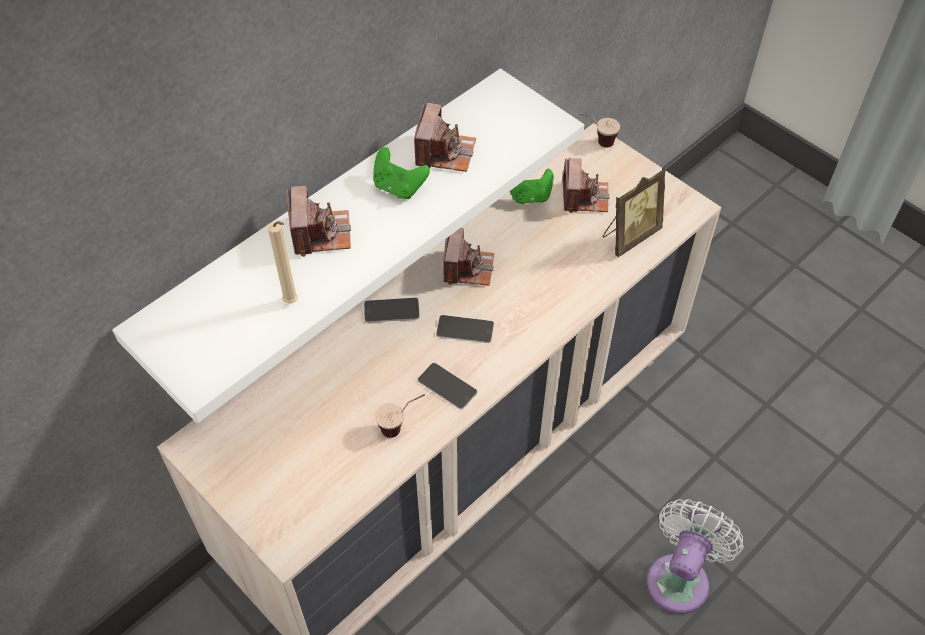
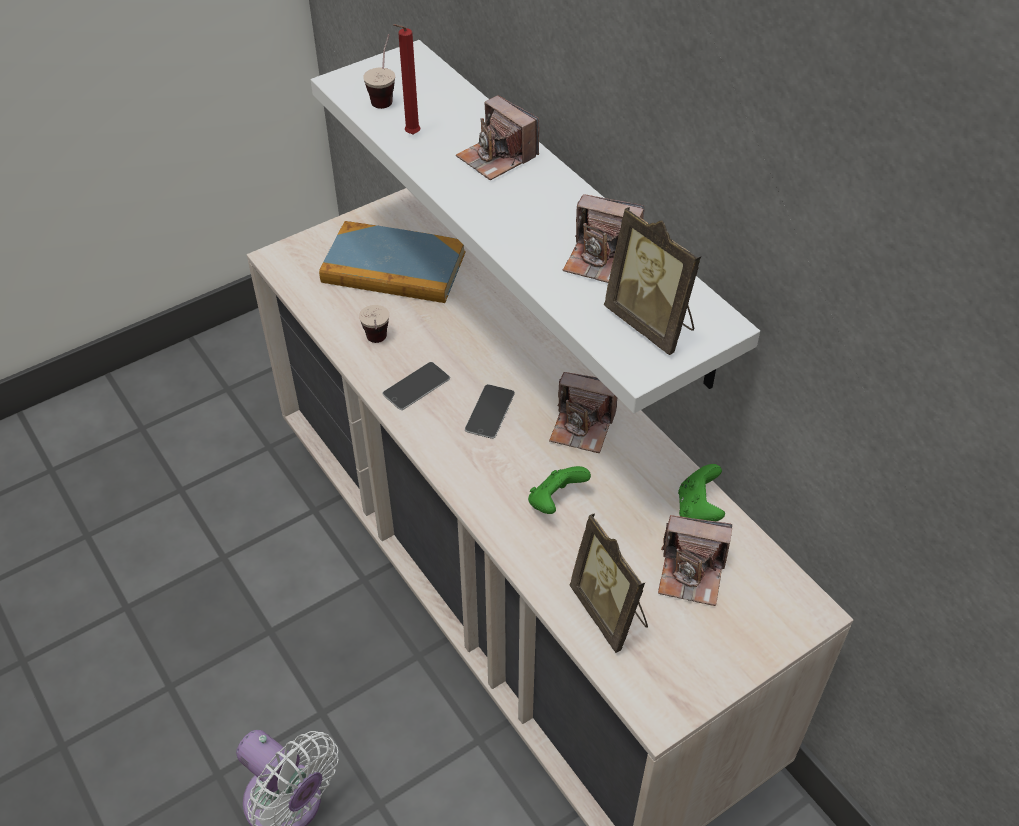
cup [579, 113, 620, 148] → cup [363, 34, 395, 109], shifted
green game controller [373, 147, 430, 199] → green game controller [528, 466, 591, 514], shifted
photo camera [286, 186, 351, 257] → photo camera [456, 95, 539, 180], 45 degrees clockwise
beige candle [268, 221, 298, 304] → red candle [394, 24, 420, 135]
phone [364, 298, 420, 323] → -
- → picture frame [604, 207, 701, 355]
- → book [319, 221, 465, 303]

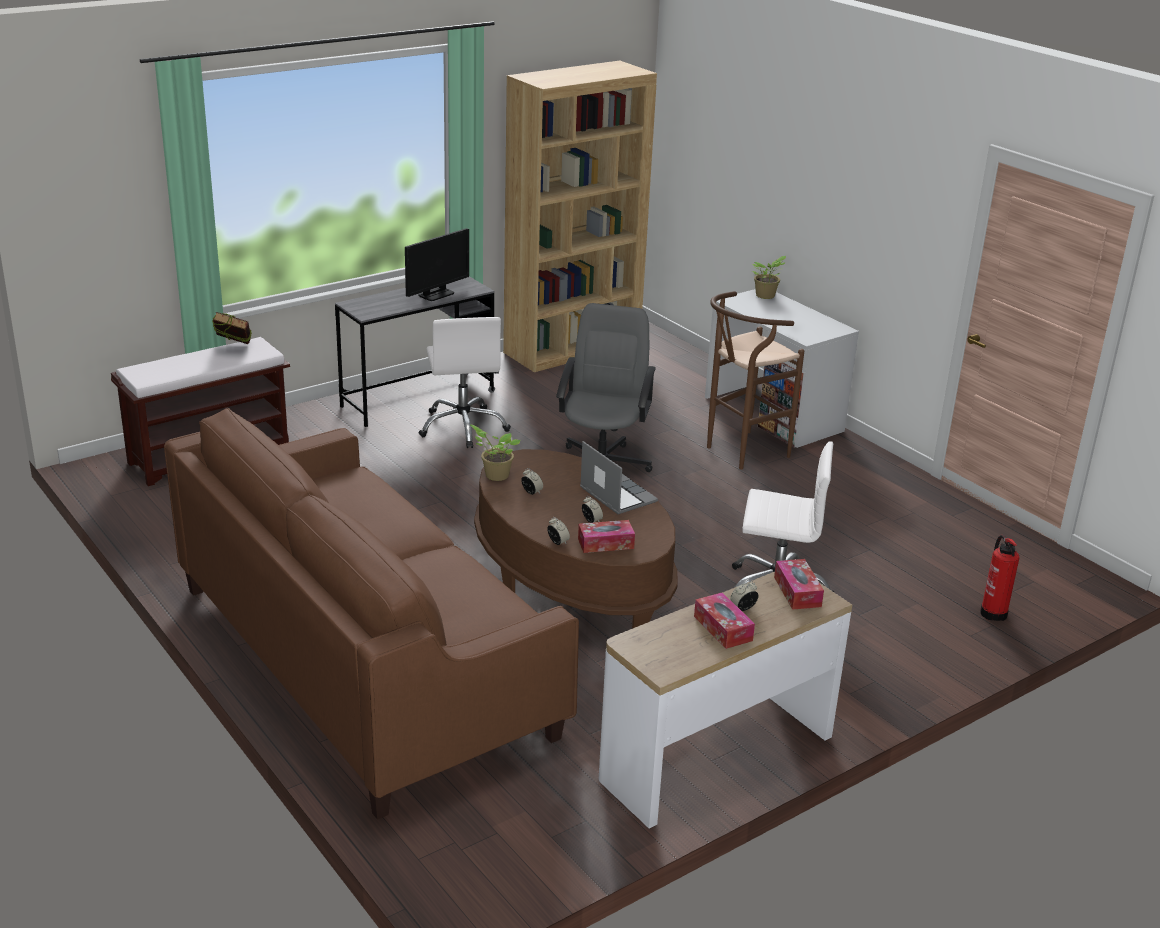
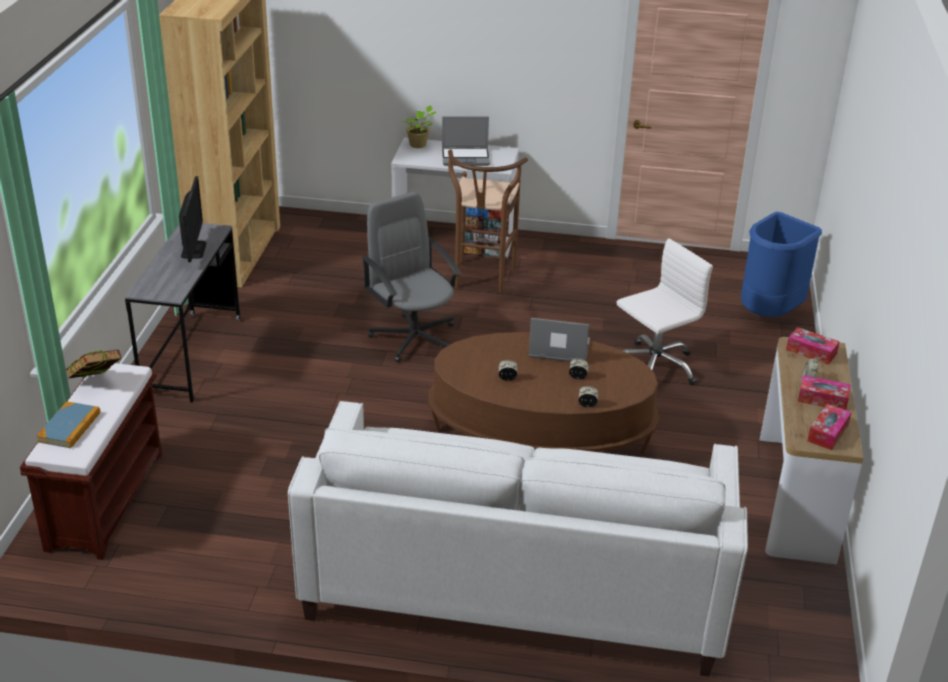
white office chair [419, 317, 511, 448] → -
brown sofa [164, 408, 579, 820] → white sofa [288, 401, 748, 677]
potted plant [470, 425, 521, 481] → -
tissue box [578, 520, 635, 553] → tissue box [807, 404, 852, 450], shifted
fire extinguisher [980, 535, 1020, 621] → blue trash can [741, 212, 822, 317]
- → laptop [442, 117, 490, 166]
- → book [36, 402, 100, 448]

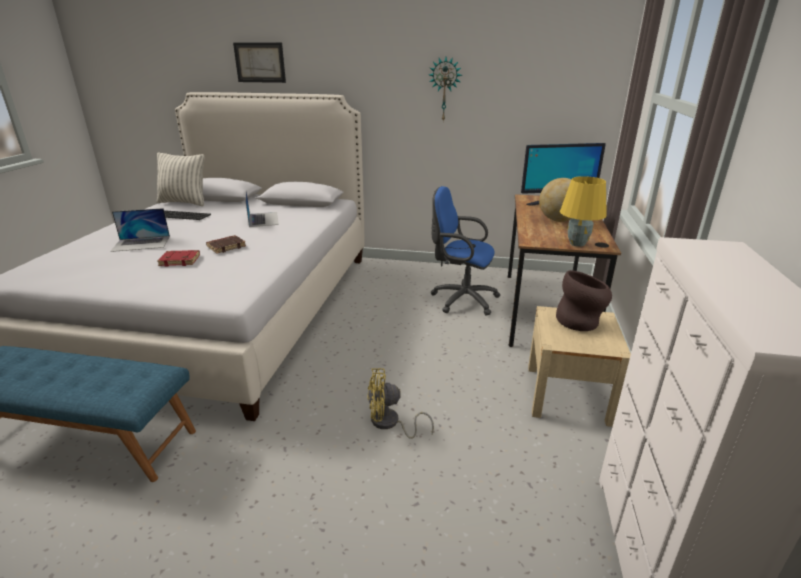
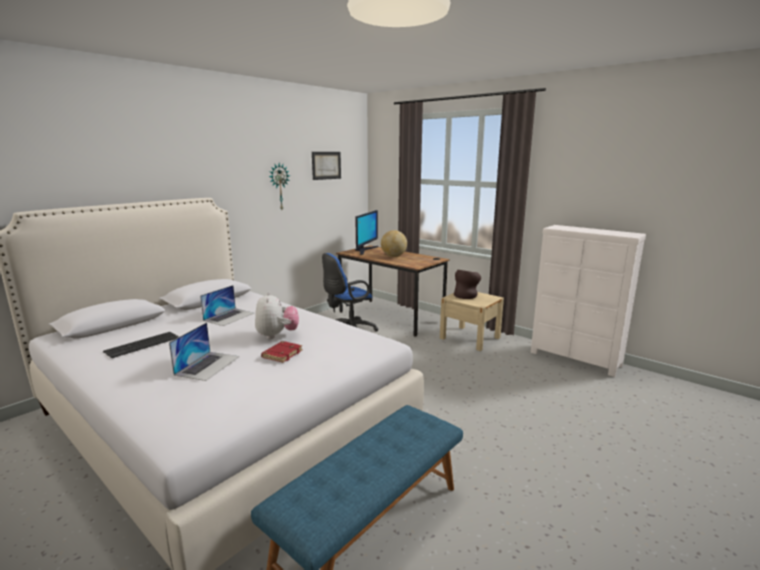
picture [233, 43, 286, 83] → picture [312, 152, 341, 180], shifted
pillow [157, 152, 205, 206] → -
yellow table lamp [560, 176, 607, 247] → -
laptop [245, 191, 279, 227] → laptop [200, 285, 254, 326], 105 degrees clockwise
brown book [206, 235, 246, 254] → plush toy [255, 292, 299, 339]
yellow fan [367, 368, 434, 439] → -

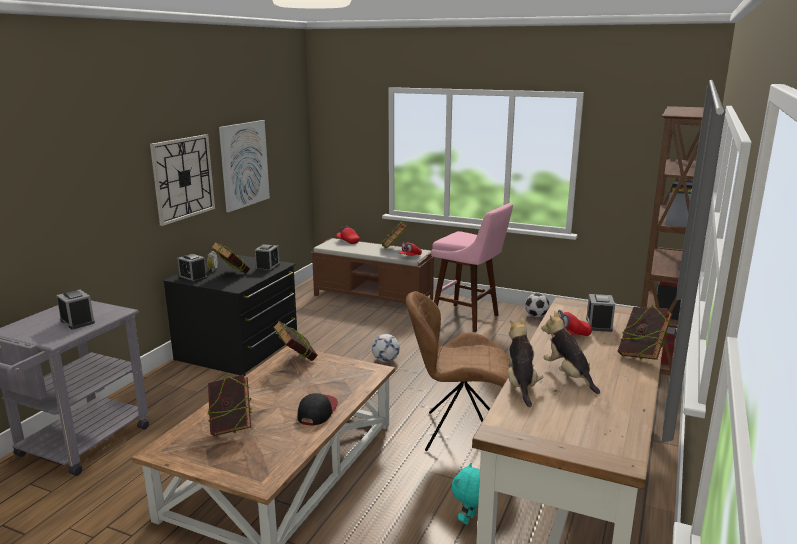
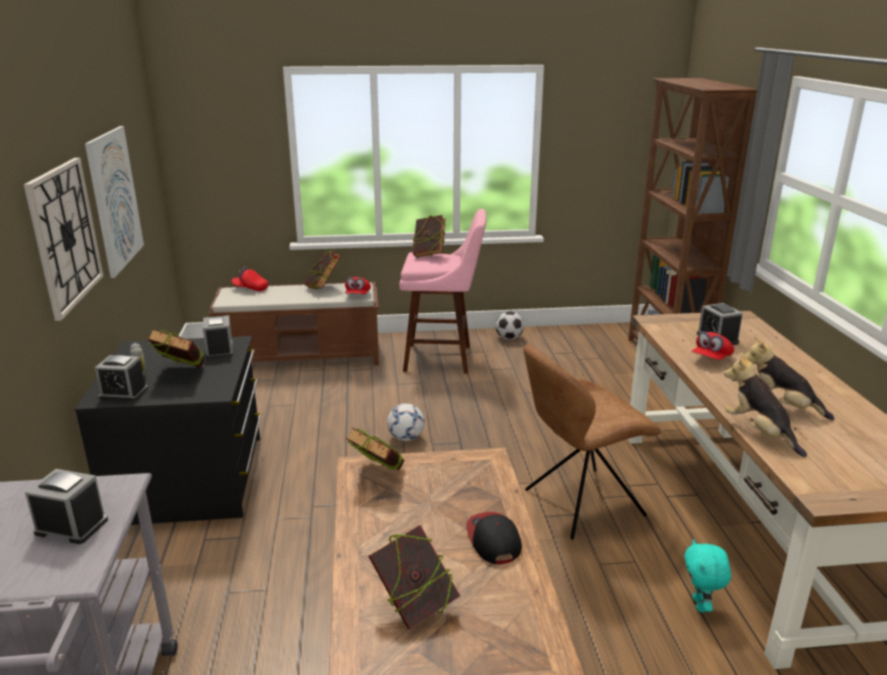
book [618, 305, 673, 360] → book [413, 215, 446, 257], shifted

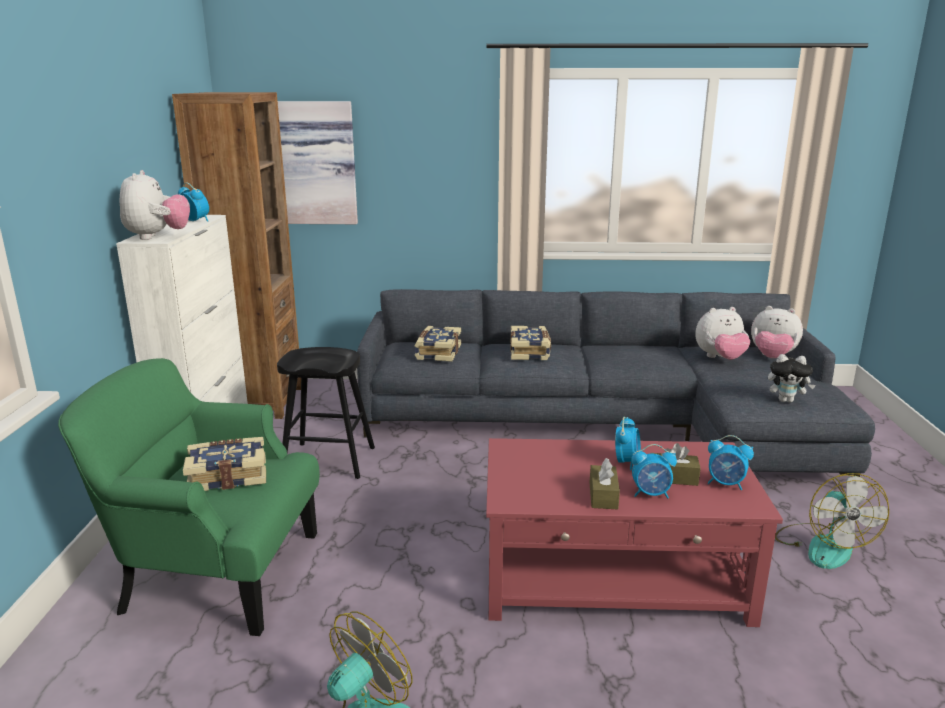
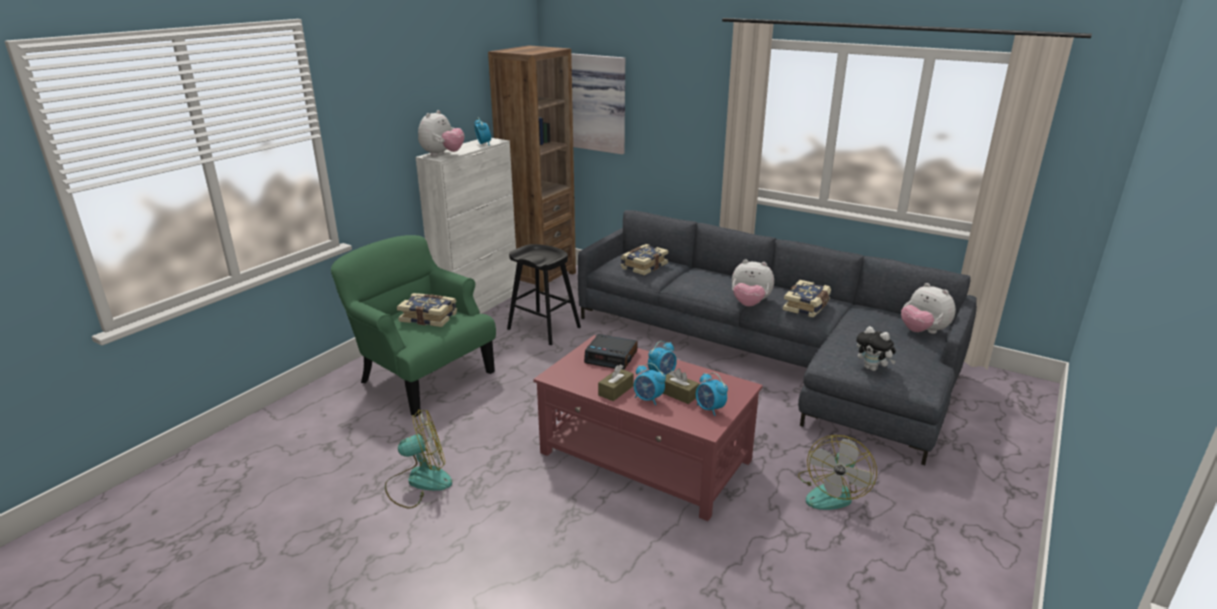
plush toy [695, 307, 750, 360] → plush toy [732, 260, 774, 306], shifted
book [511, 326, 551, 360] → book [783, 280, 831, 317], shifted
- → alarm clock [584, 334, 638, 370]

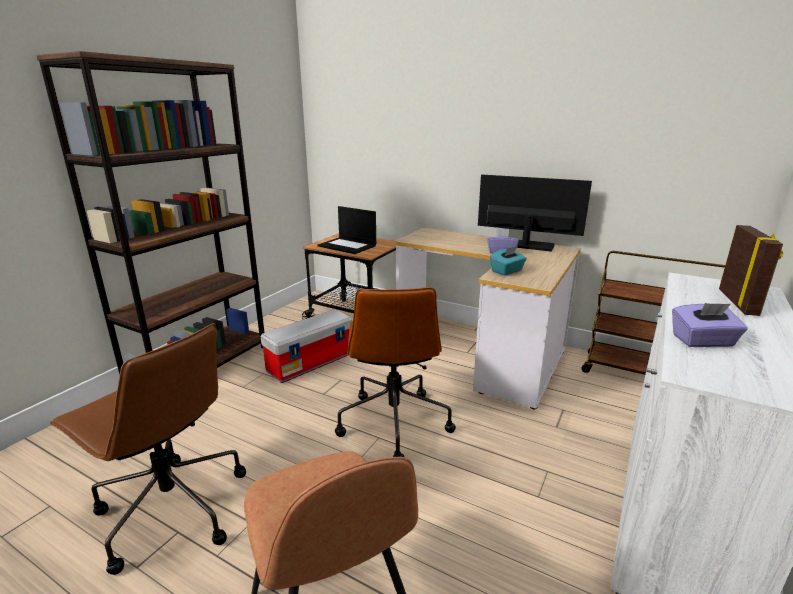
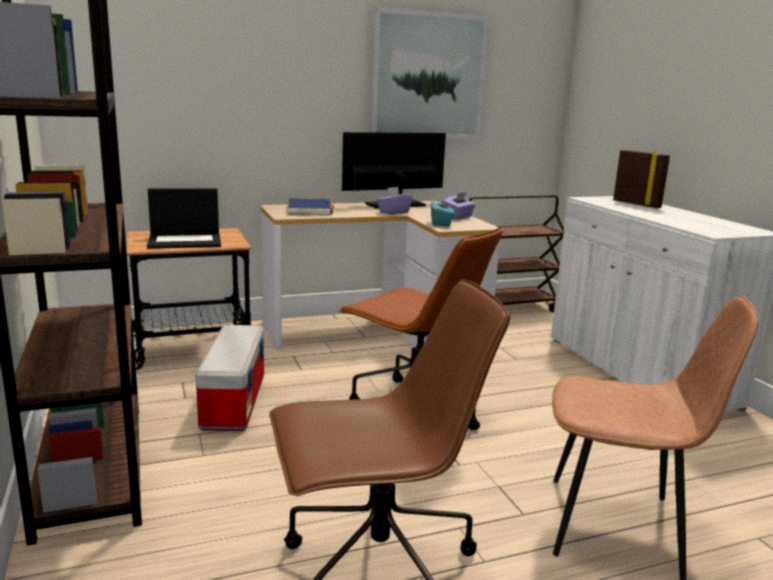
purple tissue box [672, 303, 748, 347] → purple tissue box [442, 192, 476, 219], shifted
- → picture [370, 7, 489, 140]
- → blue book [288, 198, 334, 215]

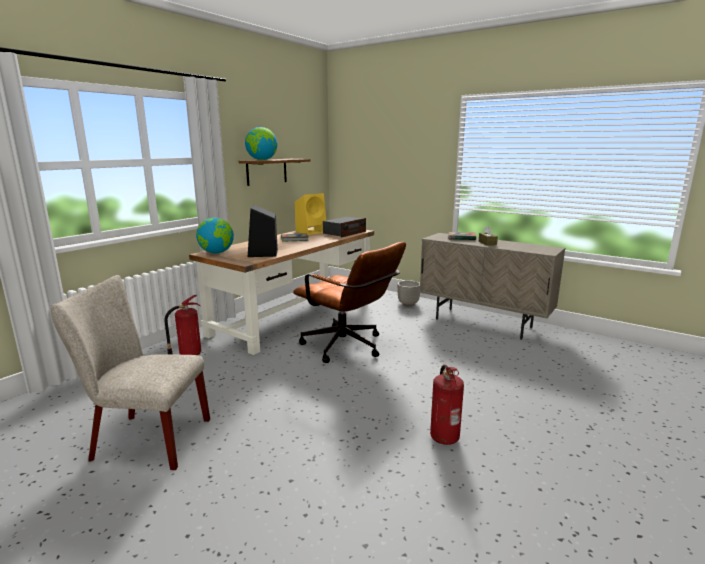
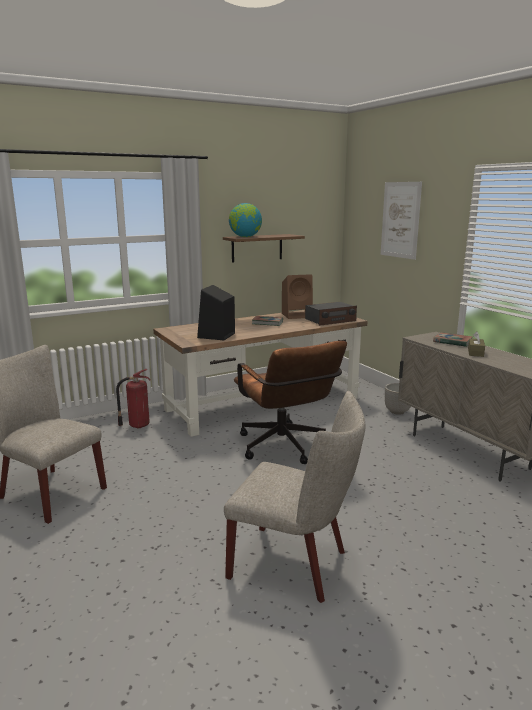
yellow speaker [295, 193, 326, 235] → brown speaker [282, 274, 313, 319]
globe [196, 217, 234, 254] → -
fire extinguisher [430, 365, 464, 445] → beige chair [224, 391, 365, 603]
- → picture [381, 182, 422, 260]

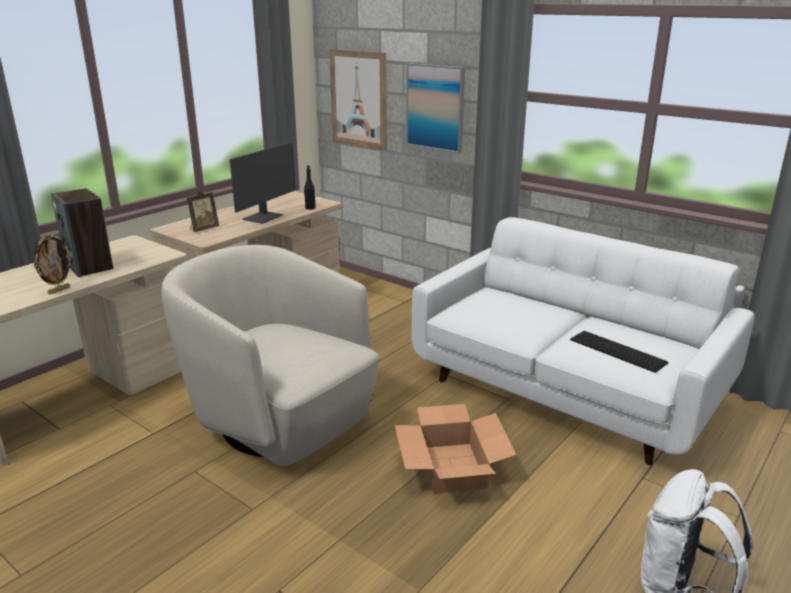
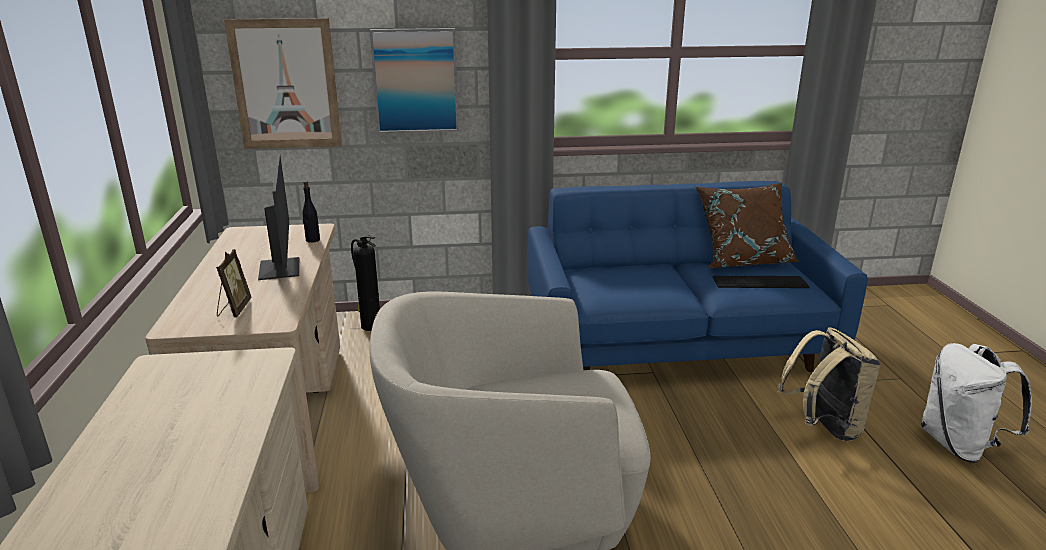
speaker [51, 188, 113, 277] → -
white sofa [412, 217, 754, 466] → blue sofa [528, 181, 868, 372]
picture frame [34, 234, 72, 294] → -
cardboard box [394, 404, 516, 494] → -
- → brown pillow [695, 183, 800, 268]
- → fire extinguisher [351, 236, 380, 331]
- → beige backpack [777, 327, 880, 441]

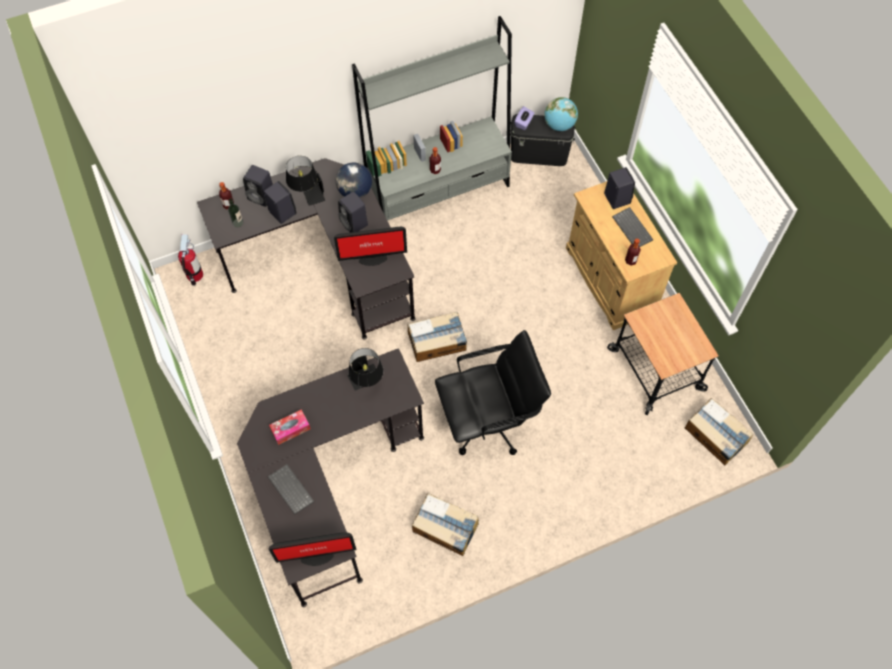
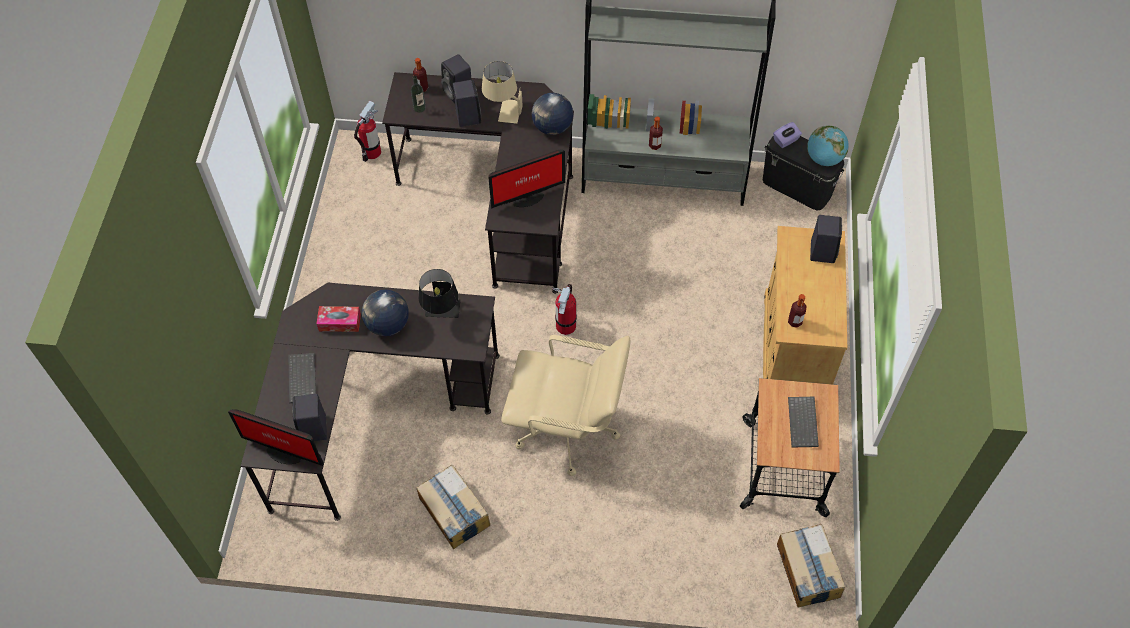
black table lamp [286, 156, 325, 206] → beige table lamp [482, 61, 523, 124]
black speaker [338, 191, 368, 232] → black speaker [292, 394, 327, 441], shifted
keyboard [612, 207, 653, 247] → keyboard [788, 397, 819, 447], shifted
monitor [334, 226, 407, 266] → monitor [488, 149, 565, 209], 45 degrees counterclockwise
cardboard box [408, 312, 467, 362] → fire extinguisher [552, 284, 577, 335]
black office chair [435, 330, 551, 455] → beige office chair [501, 335, 630, 476]
- → globe [362, 290, 409, 336]

